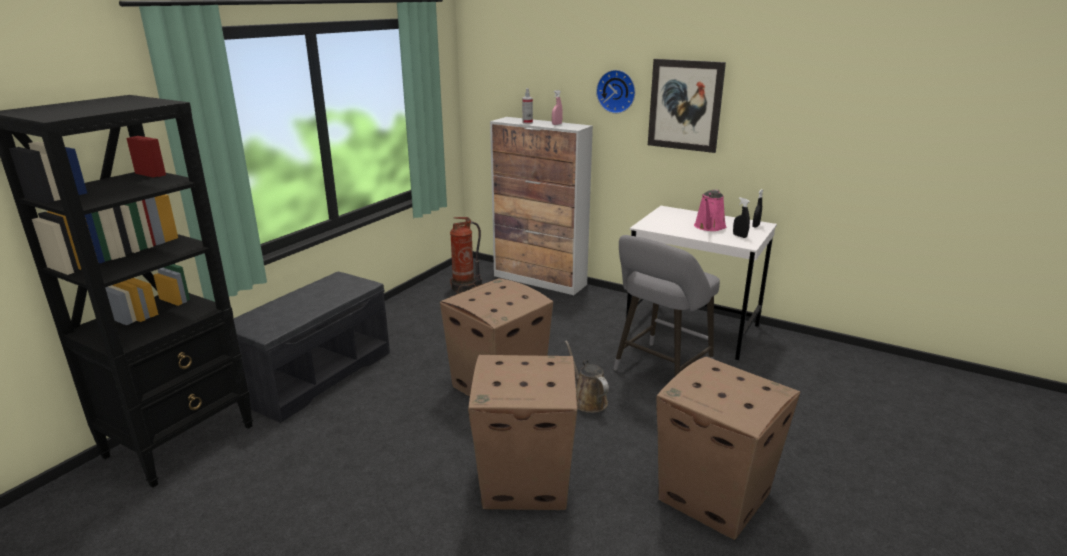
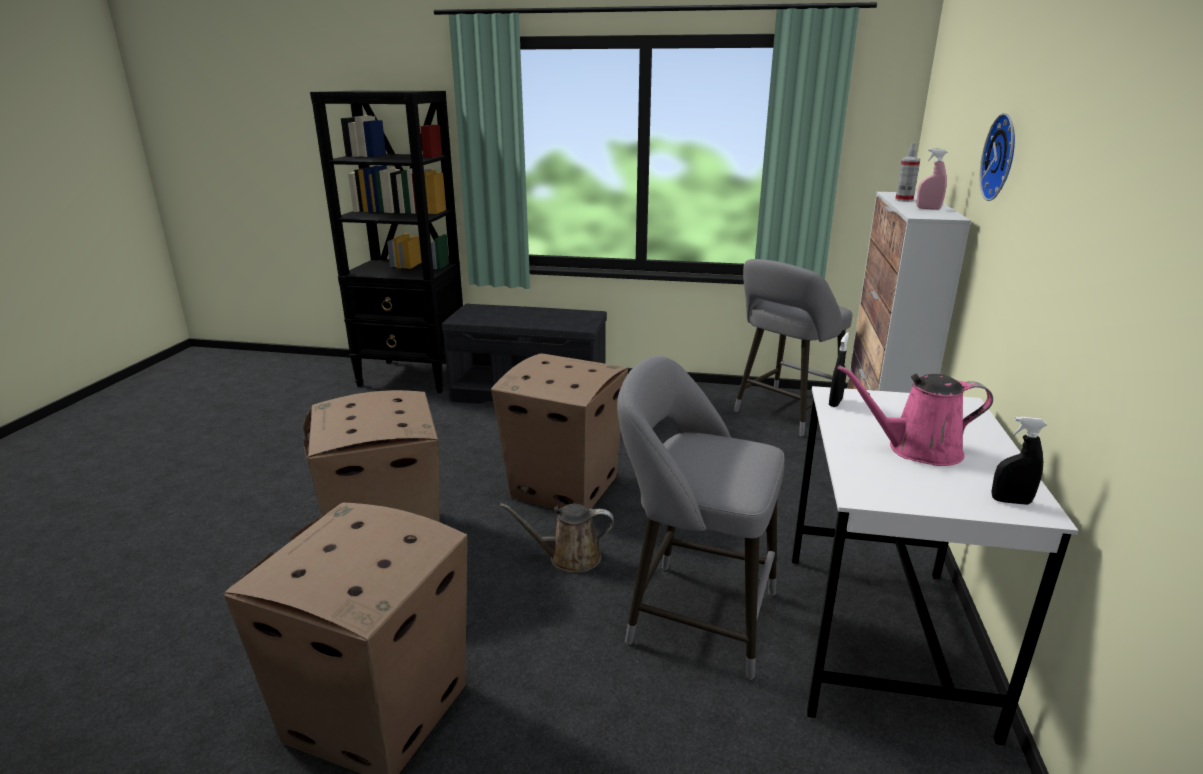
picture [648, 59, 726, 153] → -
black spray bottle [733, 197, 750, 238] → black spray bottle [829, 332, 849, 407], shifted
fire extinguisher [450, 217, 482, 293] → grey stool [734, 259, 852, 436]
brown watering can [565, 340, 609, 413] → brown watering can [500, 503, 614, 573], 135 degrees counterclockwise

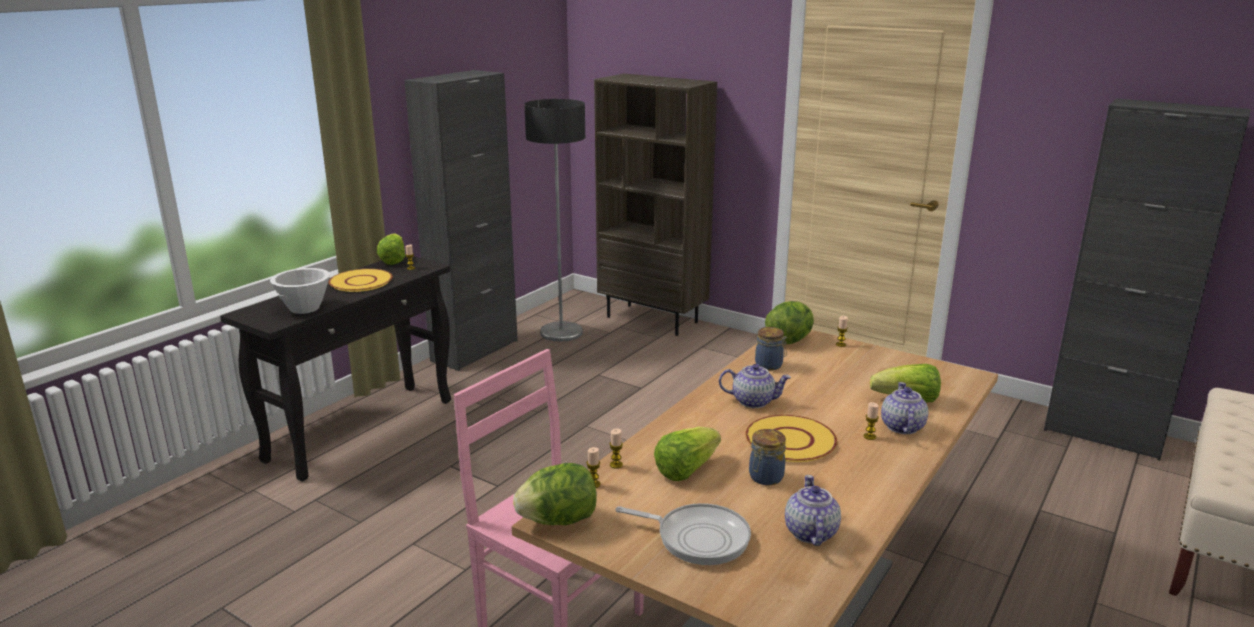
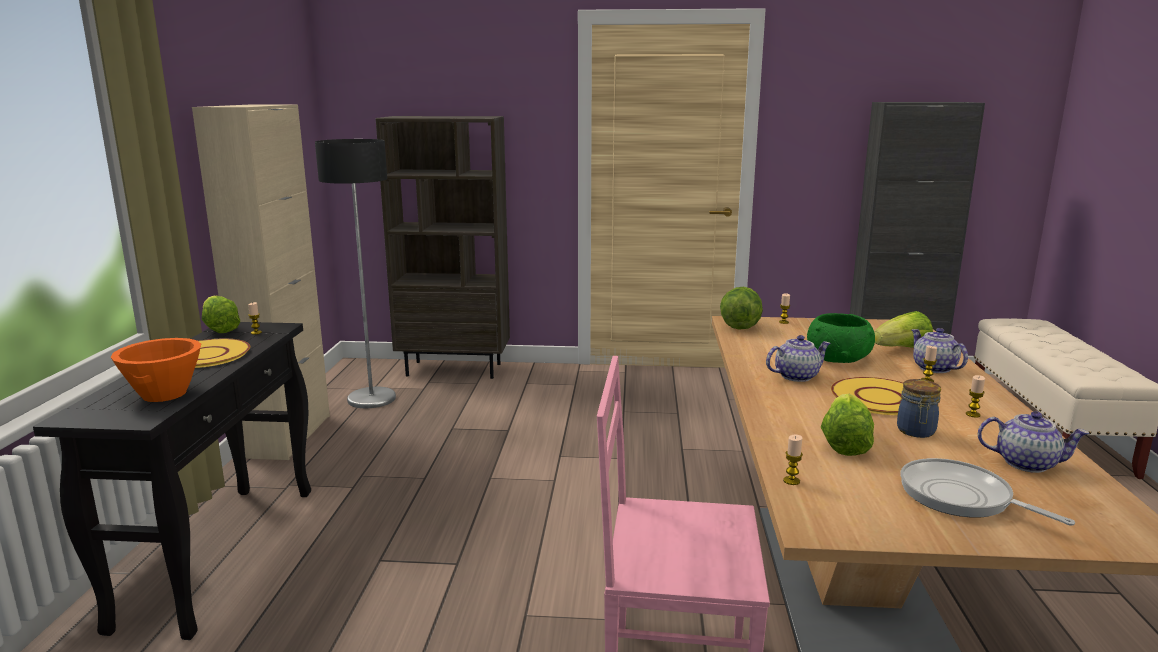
black cabinet [404, 70, 518, 371] → beige cabinet [192, 104, 330, 460]
white bowl [270, 268, 330, 314] → orange bowl [111, 338, 201, 402]
jar [755, 327, 787, 370] → -
candle [610, 429, 623, 469] → candle [966, 375, 985, 417], shifted
lettuce [513, 463, 597, 525] → -
teapot [785, 475, 841, 546] → teapot [978, 411, 1089, 473], 135 degrees clockwise
frying pan [615, 503, 751, 565] → frying pan [900, 458, 1075, 526], 120 degrees counterclockwise
- → green bowl [807, 313, 875, 363]

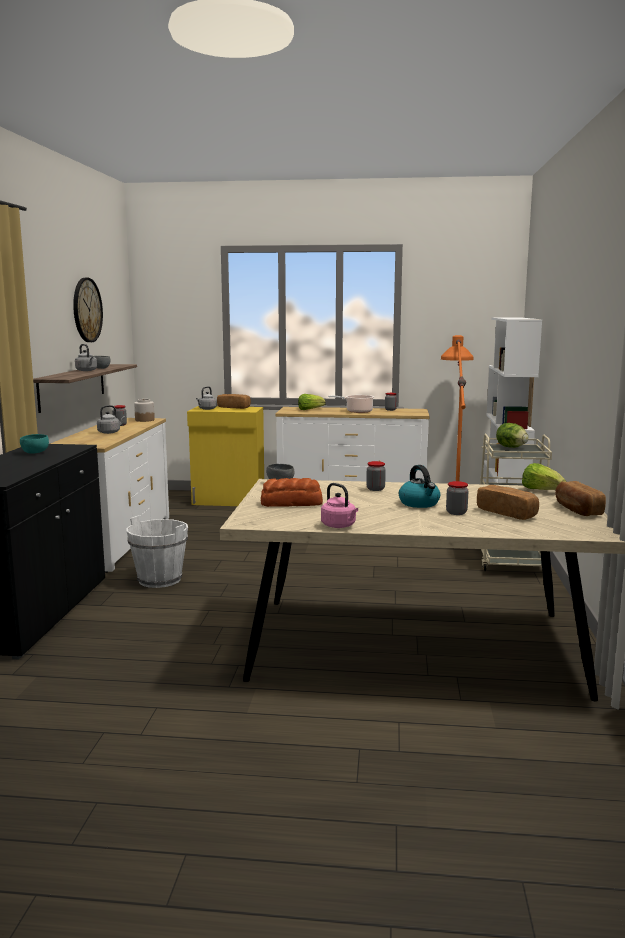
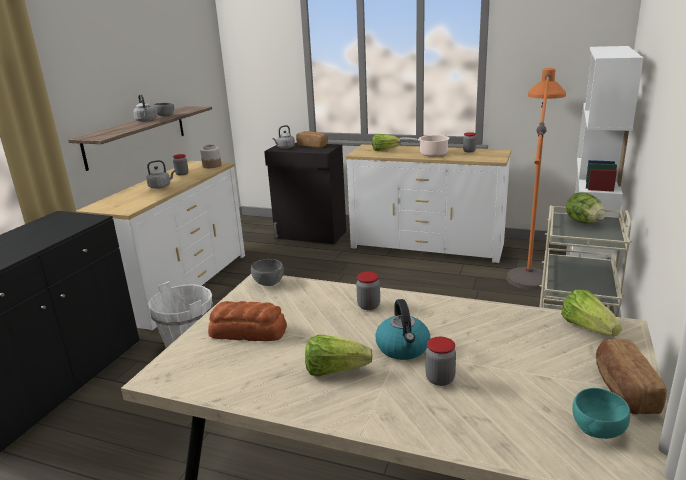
wall clock [73, 278, 103, 342] → -
yellow cabinet [187, 406, 264, 506] → black cabinet [264, 143, 346, 244]
turquoise bowl [20, 434, 49, 454] → turquoise bowl [572, 388, 630, 439], shifted
pink kettle [321, 483, 358, 528] → -
bread [477, 485, 539, 520] → -
- → lettuce [305, 334, 373, 377]

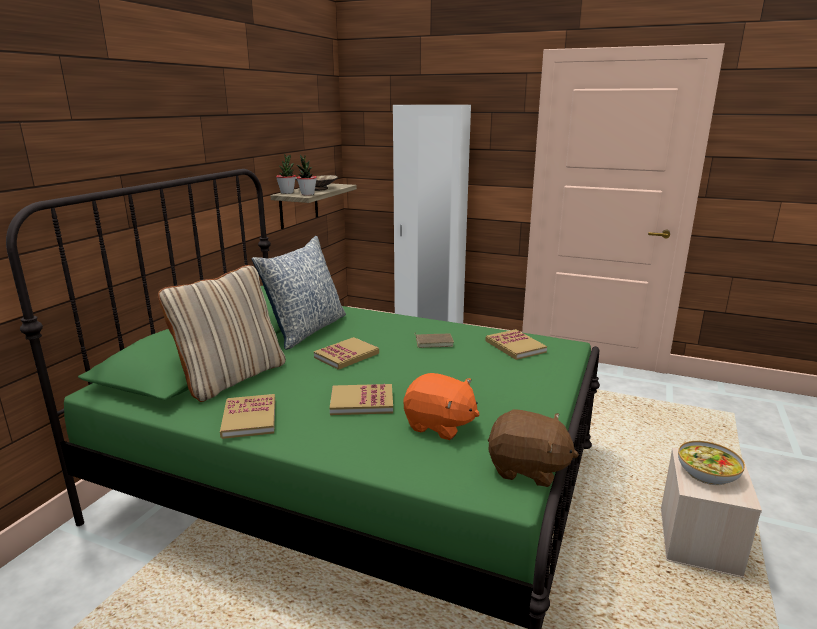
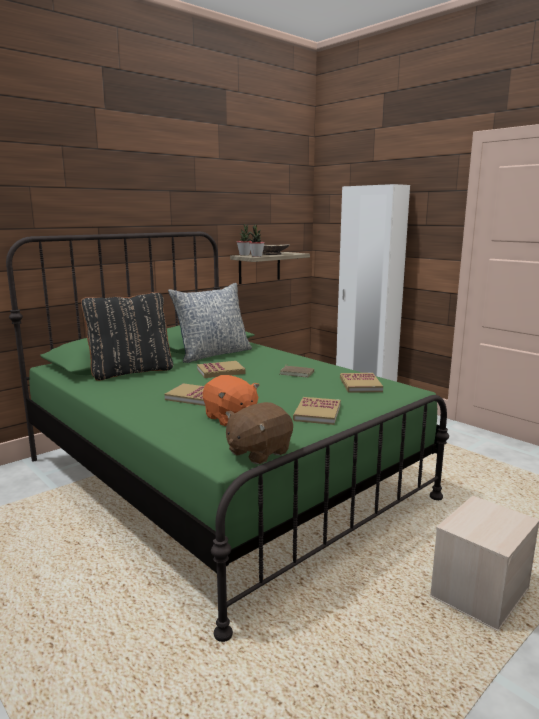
beige pillow [158, 265, 286, 402] → black pillow [81, 292, 173, 381]
book [220, 394, 275, 439] → book [293, 397, 341, 425], shifted
brown plush toy [488, 409, 579, 487] → brown plush toy [225, 402, 293, 464], 90 degrees clockwise
bowl [678, 441, 745, 485] → -

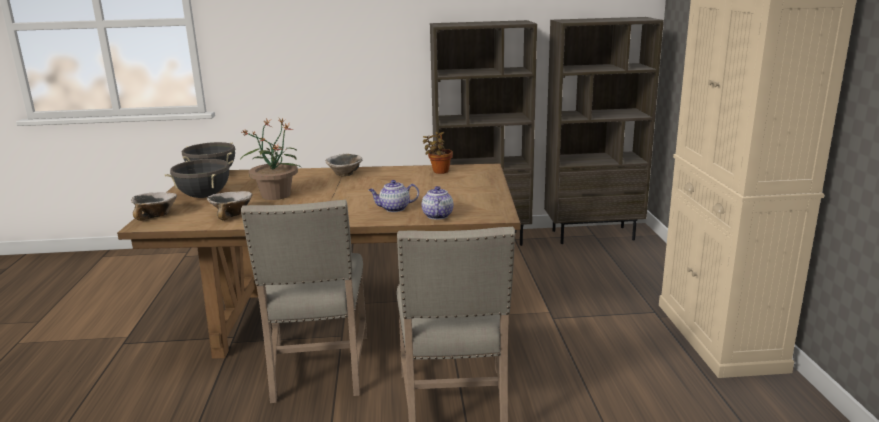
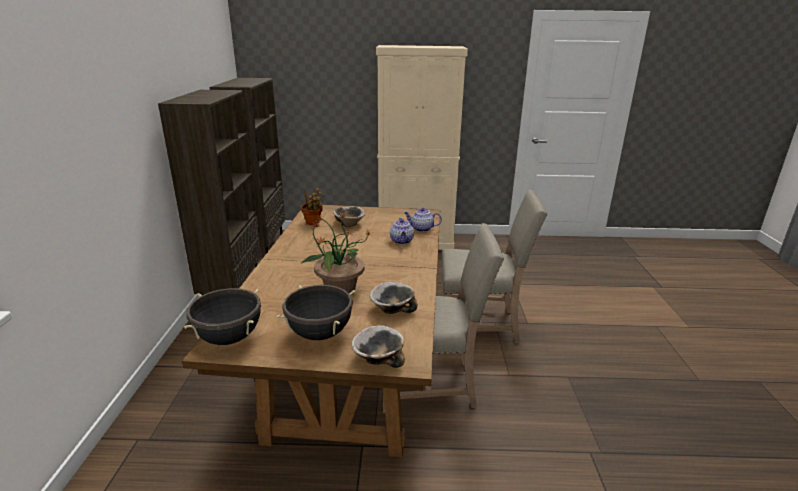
bowl [326, 154, 362, 176] → bowl [333, 206, 365, 227], shifted

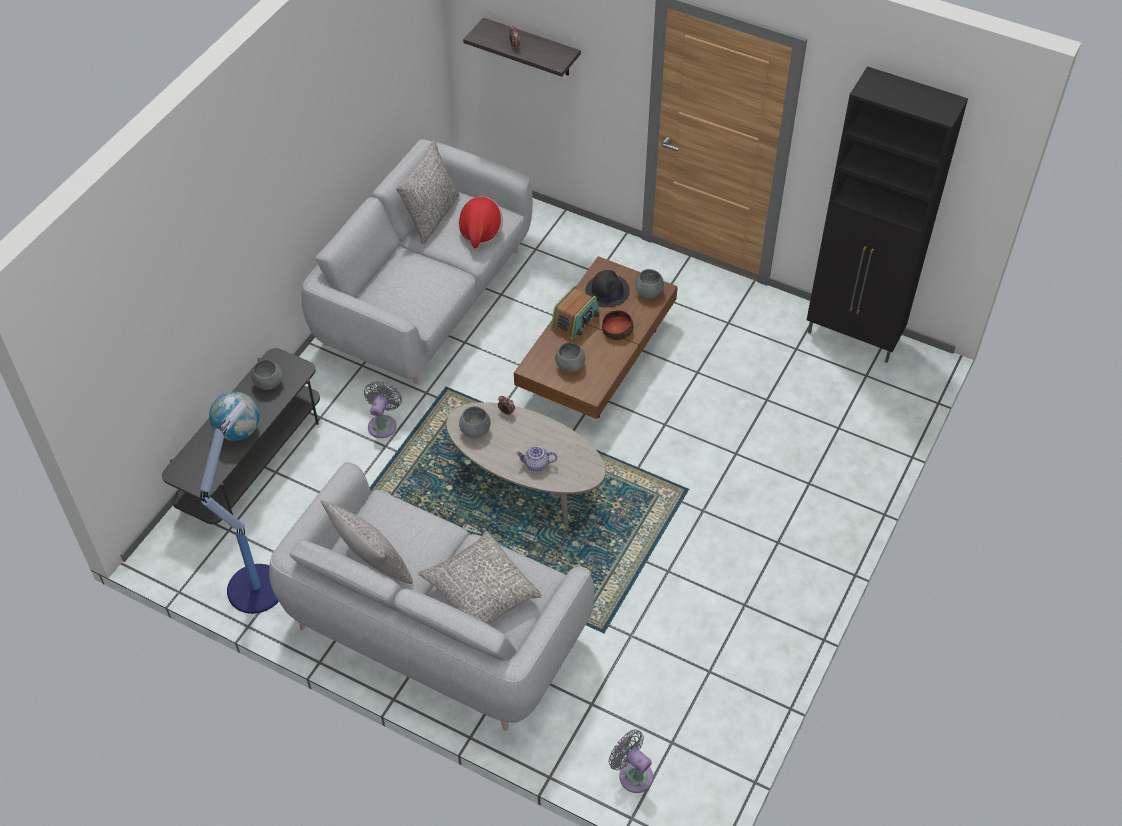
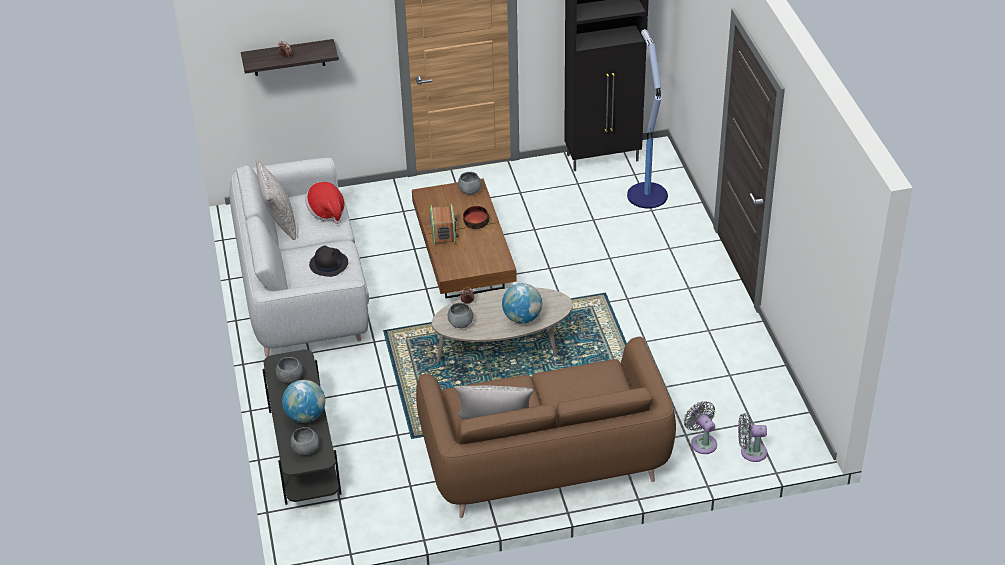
black hat [585, 270, 630, 307] → black hat [309, 246, 348, 277], shifted
grey bowl [555, 342, 585, 372] → grey bowl [290, 427, 319, 455], shifted
grey fan [364, 381, 402, 438] → grey fan [684, 401, 717, 454], shifted
floor lamp [200, 401, 279, 614] → floor lamp [627, 29, 668, 208], shifted
teapot [516, 446, 557, 471] → globe [502, 283, 542, 324]
grey sofa [269, 462, 594, 731] → brown sofa [416, 337, 676, 518]
grey pillow [418, 531, 542, 625] → -

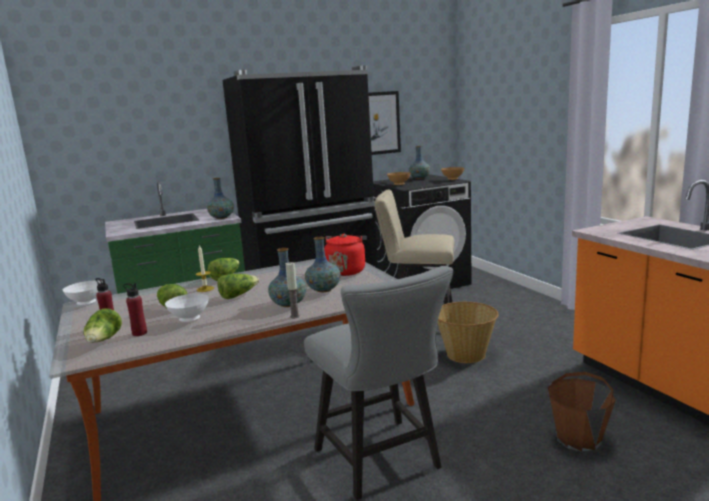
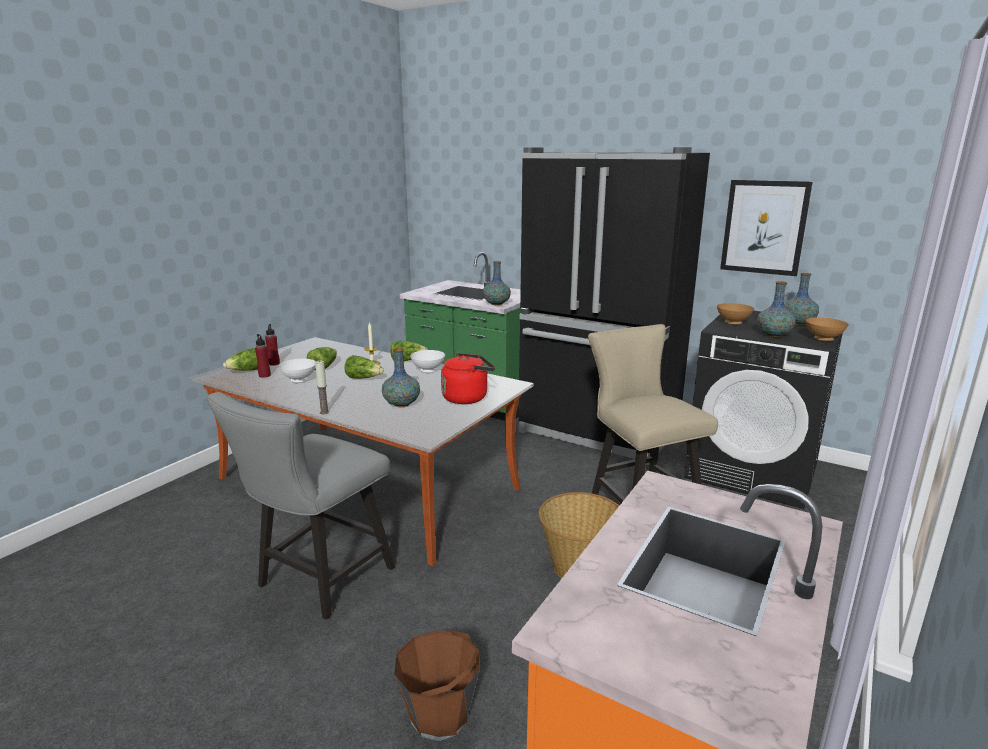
vase [268, 248, 307, 307] → vase [757, 281, 796, 337], shifted
white bowl [63, 281, 103, 305] → white bowl [410, 350, 445, 372], shifted

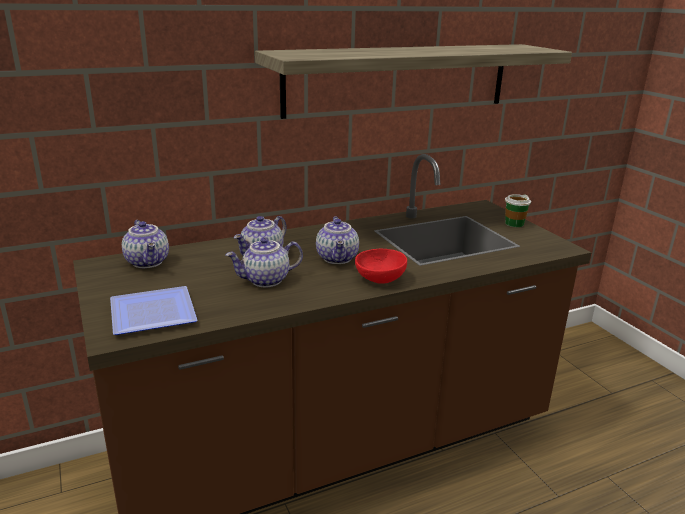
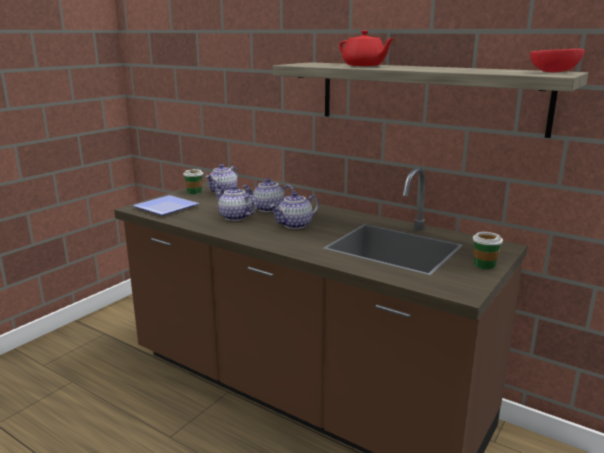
red bowl [355, 248, 407, 284] → red bowl [530, 49, 585, 72], shifted
- → red teapot [339, 30, 395, 66]
- → cup [183, 169, 203, 194]

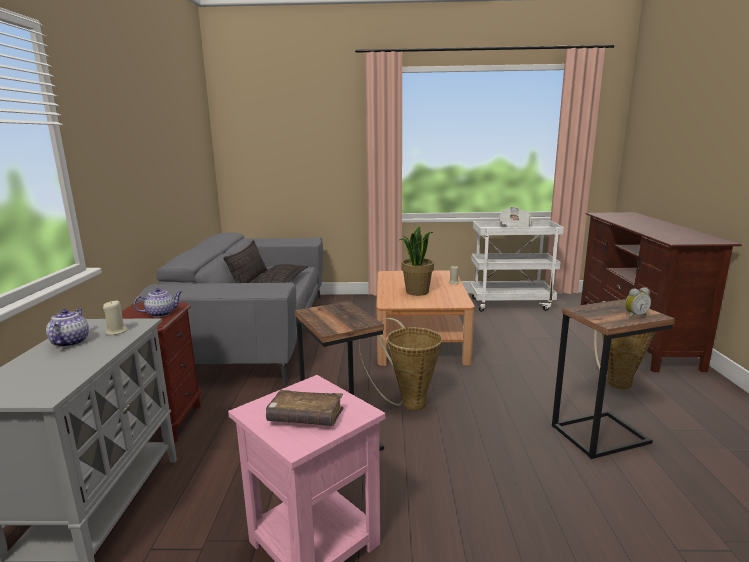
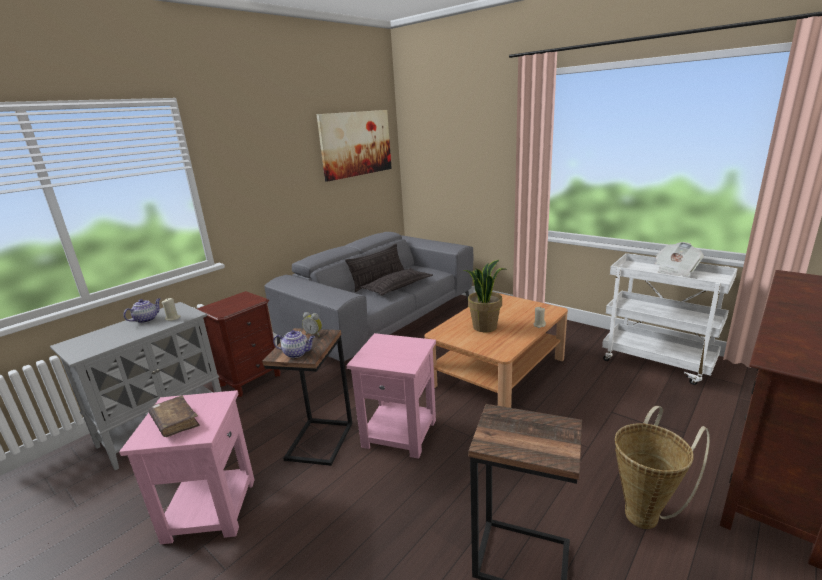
alarm clock [625, 287, 651, 318] → alarm clock [302, 312, 322, 336], shifted
teapot [134, 288, 183, 317] → teapot [273, 330, 315, 358], shifted
basket [359, 318, 442, 411] → pink side table [346, 333, 436, 459]
- → picture [316, 110, 392, 182]

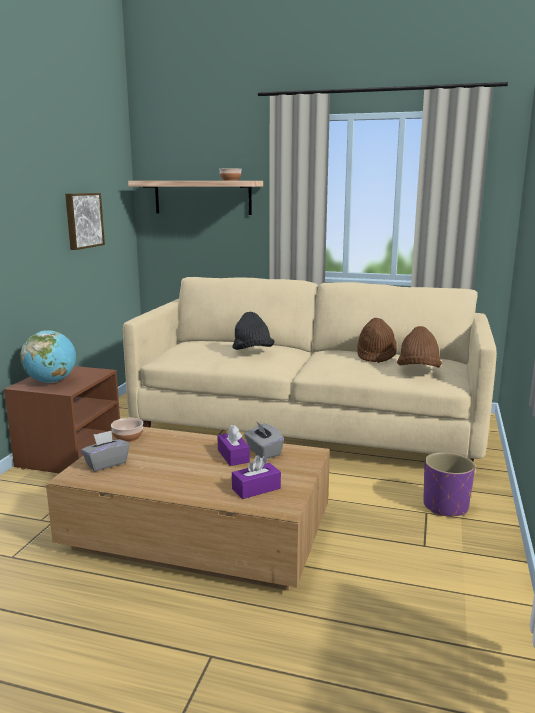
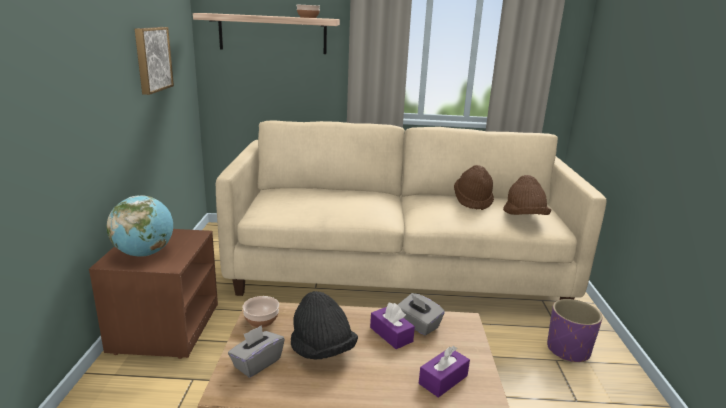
black hat [232, 312, 275, 350] → black hat [291, 291, 358, 360], shifted

